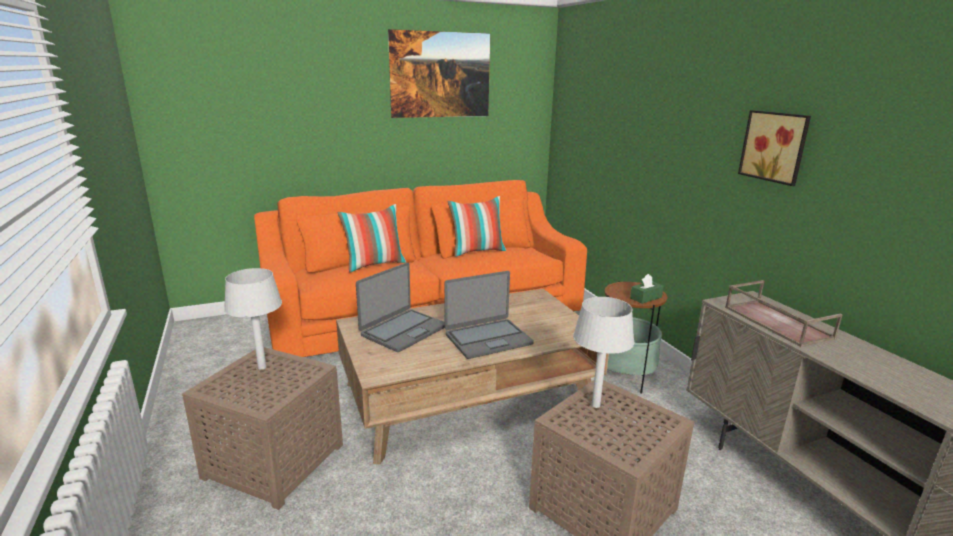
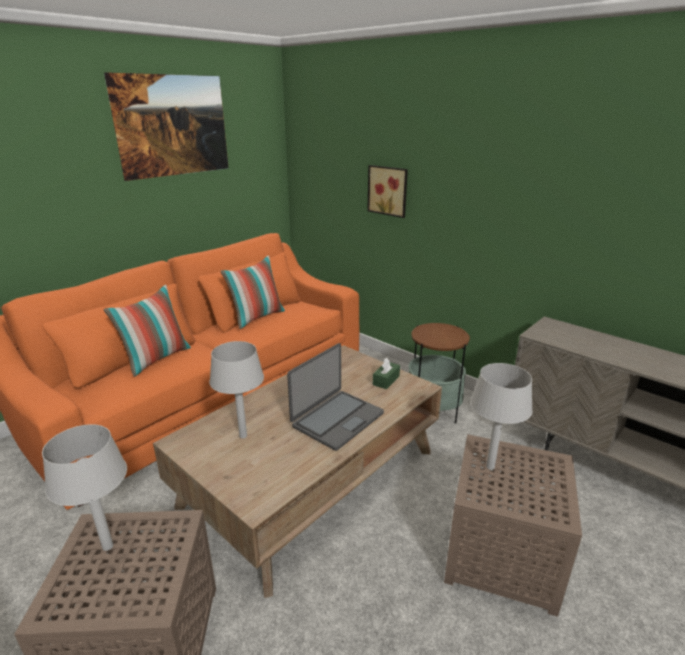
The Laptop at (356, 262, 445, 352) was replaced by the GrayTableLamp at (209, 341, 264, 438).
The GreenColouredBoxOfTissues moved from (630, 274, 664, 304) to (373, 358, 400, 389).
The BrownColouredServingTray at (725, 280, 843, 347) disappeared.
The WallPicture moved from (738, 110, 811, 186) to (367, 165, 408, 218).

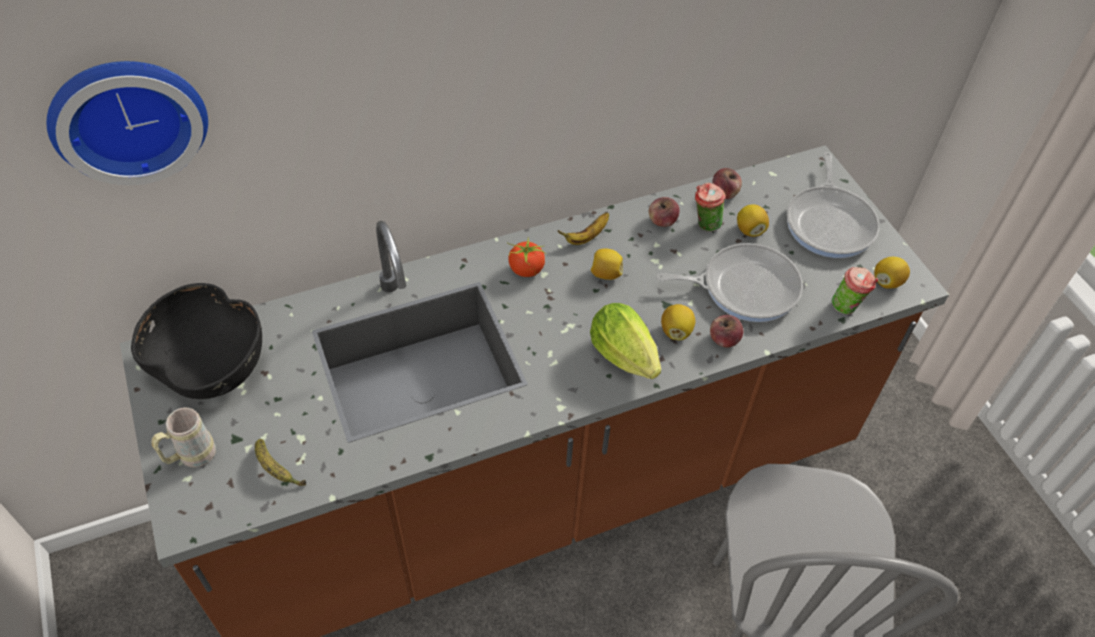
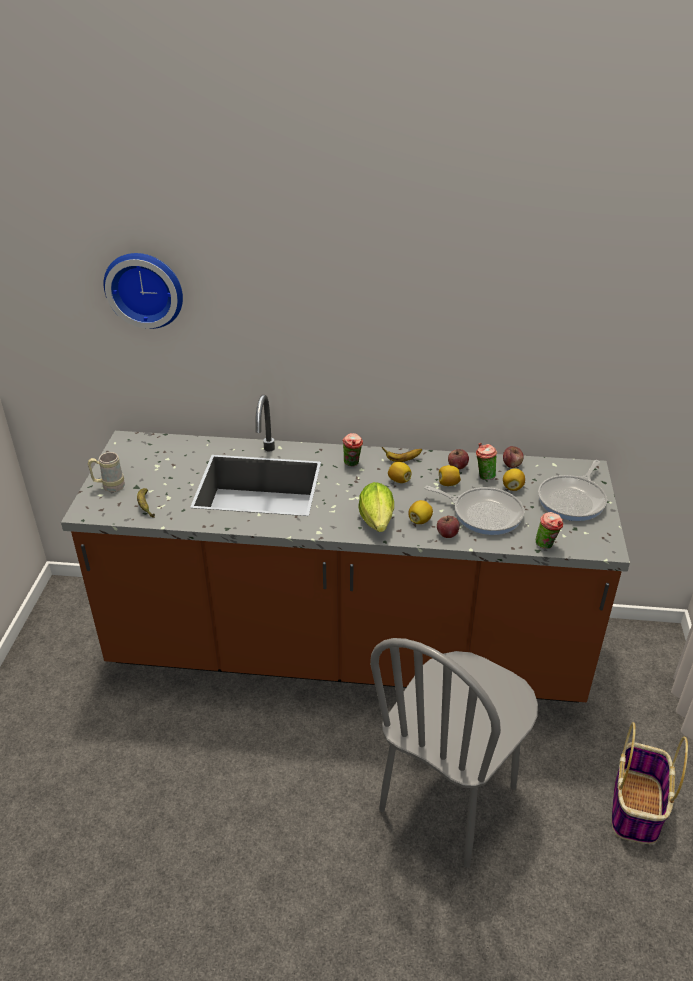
The BlackBowl at (131, 283, 262, 399) disappeared.
The WholeTomato at (508, 238, 546, 277) was replaced by the SmallCup at (343, 433, 363, 467).
The WholeLemon moved from (874, 257, 910, 289) to (439, 465, 461, 486).
The Basket at (612, 722, 688, 844) appeared.

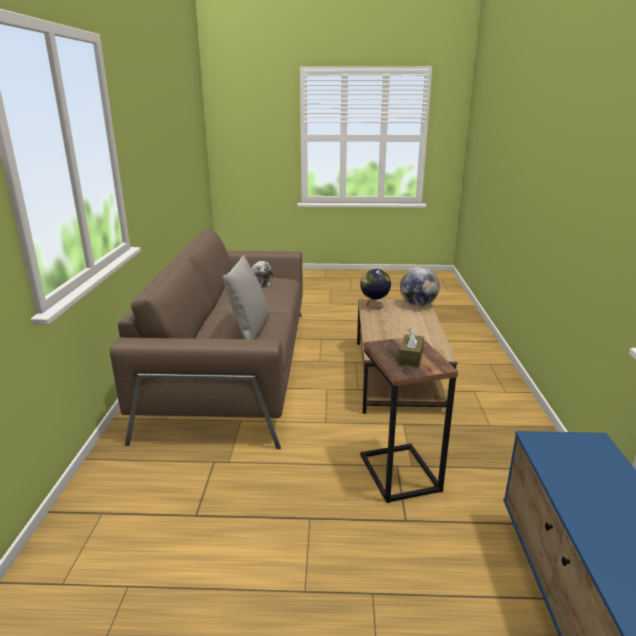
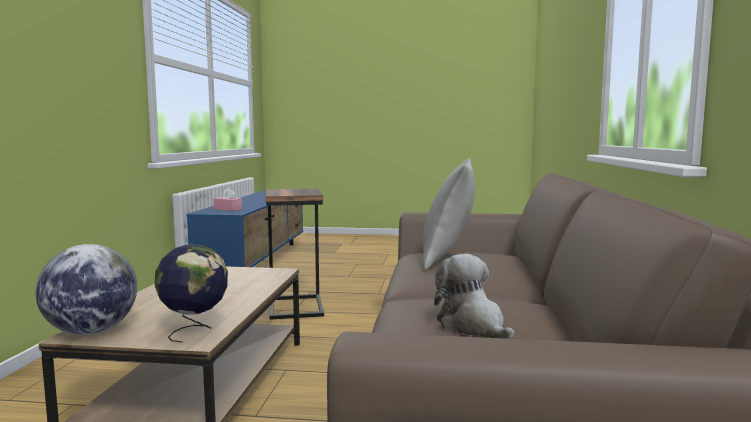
The BrownColouredBoxOfTissues at (399, 328, 424, 367) disappeared.
The PinkBoxOfTissues at (214, 188, 242, 211) appeared.

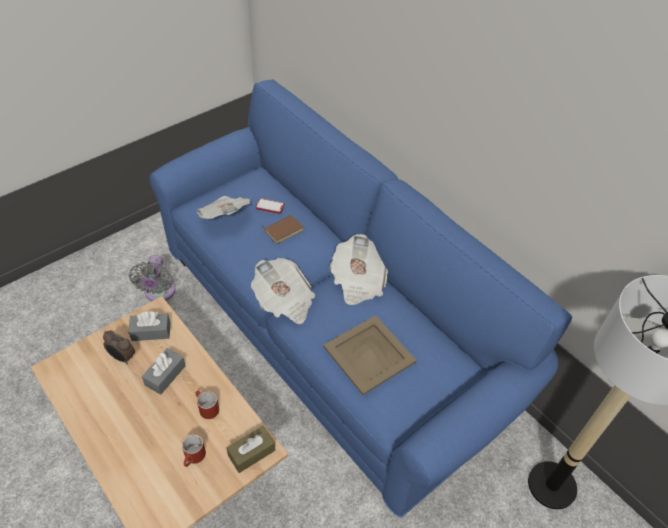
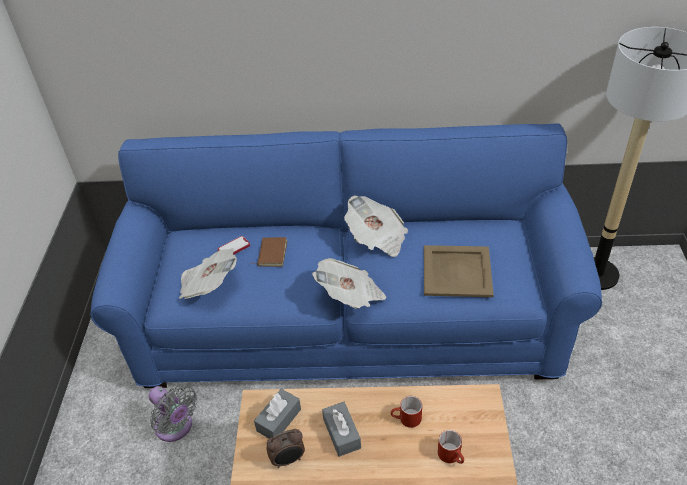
The BrownColouredBoxOfTissues at (227, 426, 275, 473) disappeared.

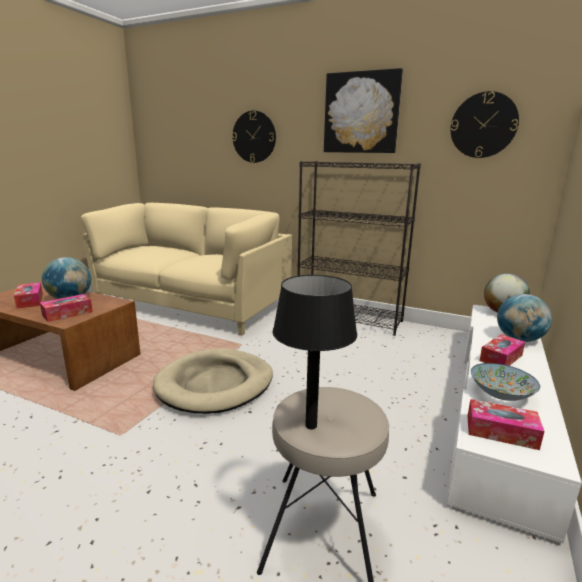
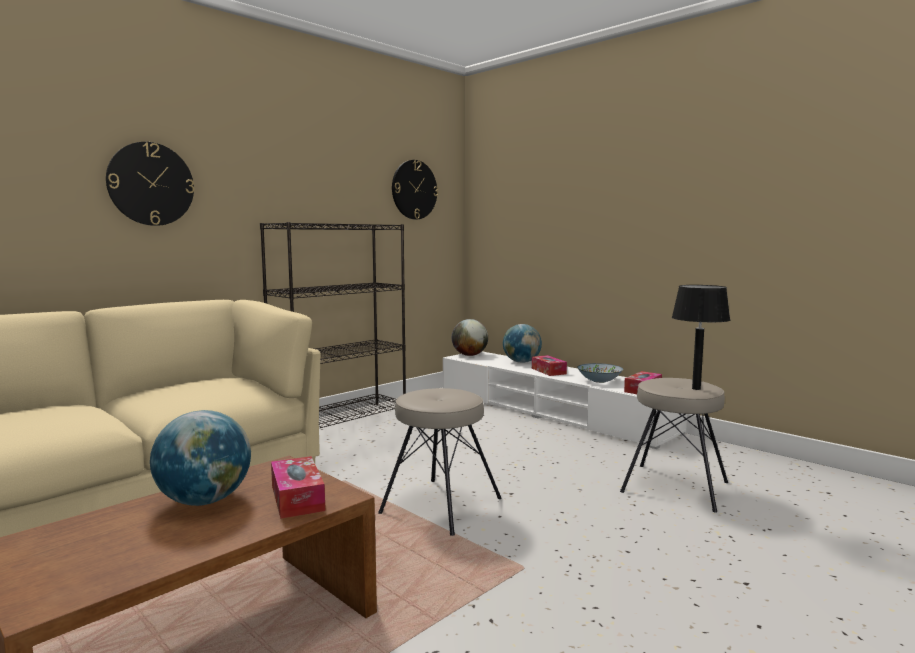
The BoxOfTissues at (14, 282, 43, 309) disappeared.
The BeigeColouredDogCushion at (153, 348, 273, 414) was replaced by the BeigeColouredStoolSeat at (378, 388, 502, 536).
The WallPicture at (324, 68, 403, 153) disappeared.

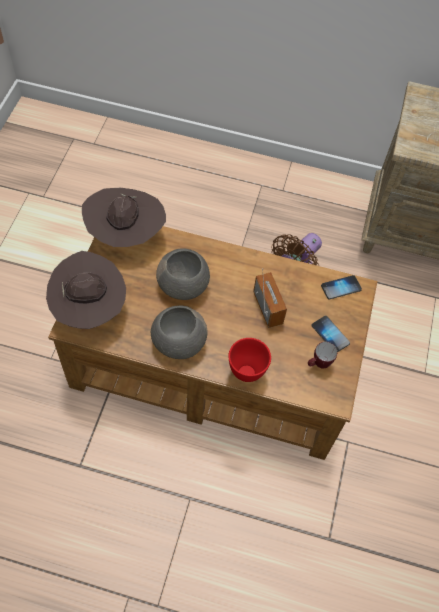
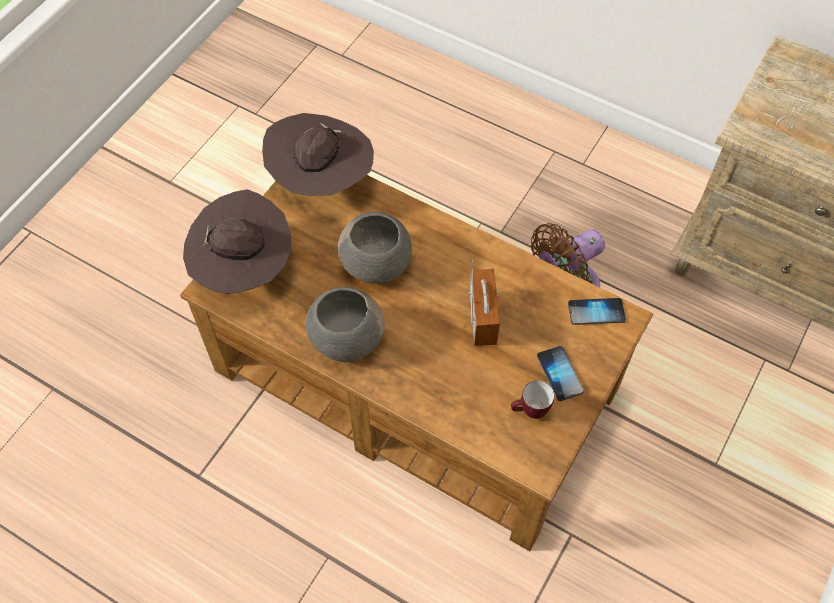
The RedColouredBowl at (228, 338, 271, 382) disappeared.

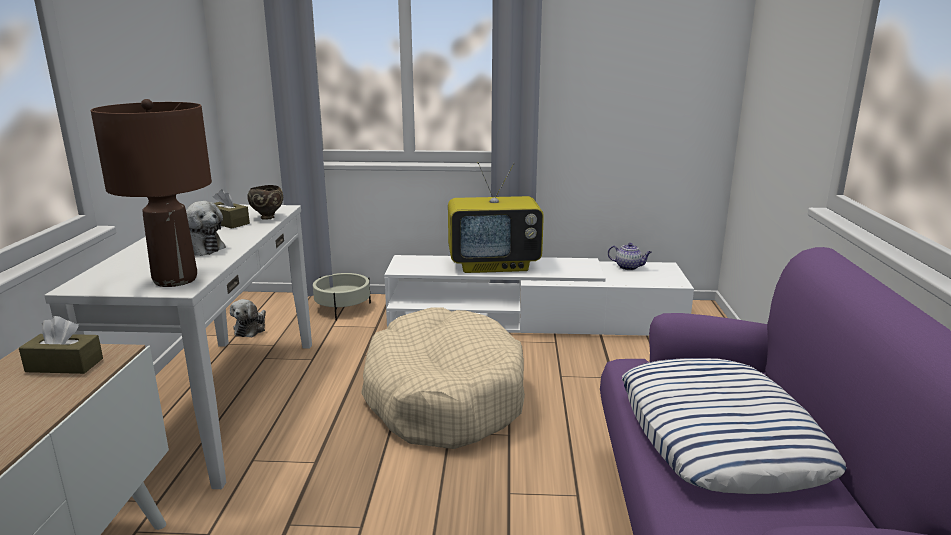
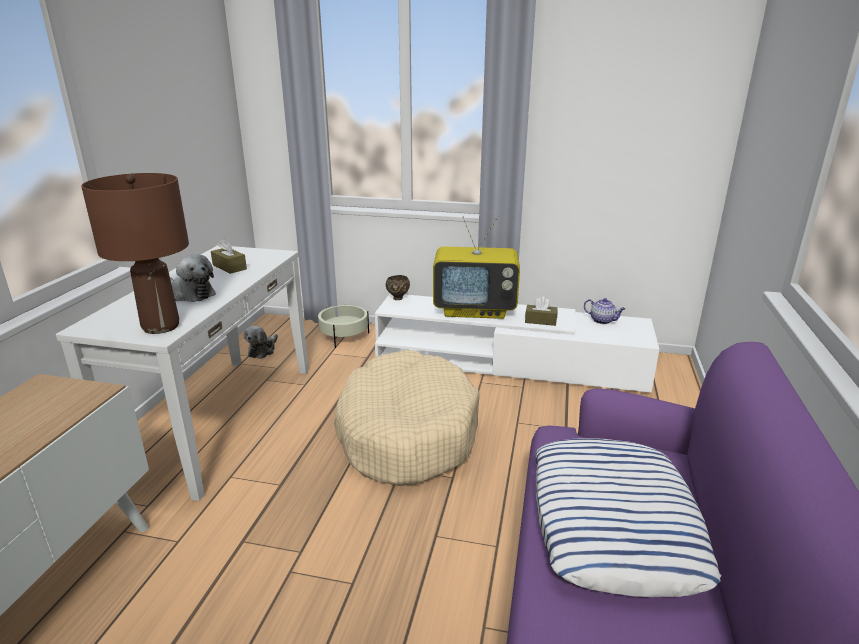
The BrownColouredBoxOfTissues moved from (19, 316, 103, 374) to (525, 297, 558, 326).
The BrownColouredBowl moved from (248, 185, 283, 220) to (386, 275, 410, 300).

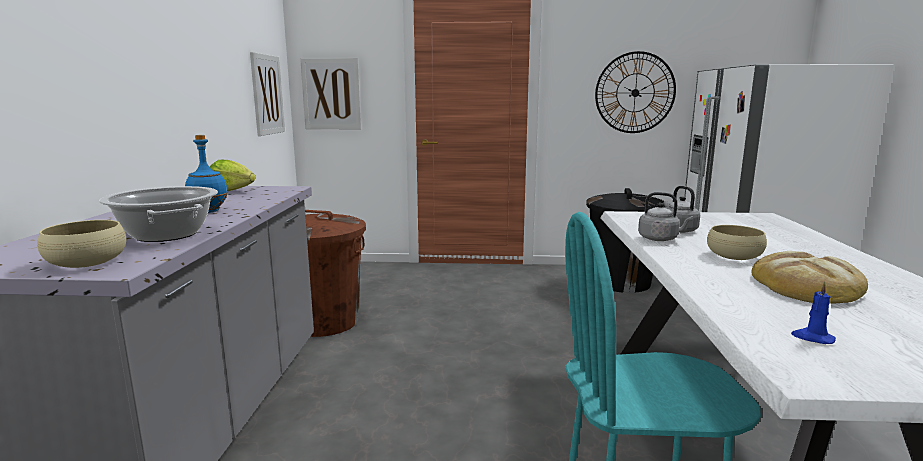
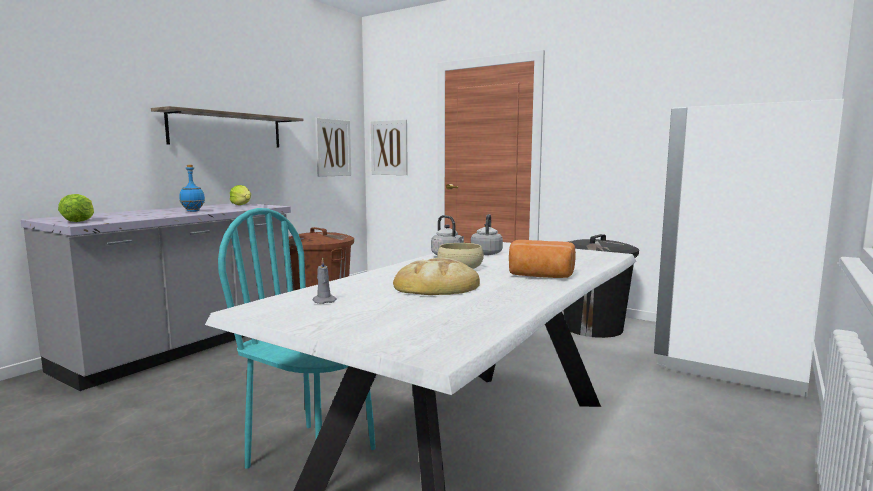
The BeigeColouredBowl at (37, 220, 126, 268) was replaced by the LettuceHead at (58, 194, 94, 222).
The Stockpot at (99, 186, 218, 242) disappeared.
The ClockOnTheWall at (595, 51, 676, 133) disappeared.
The BlueColouredWaxCandle at (791, 281, 836, 344) became the GrayWaxCandle at (313, 257, 337, 304).
The BracketShelf at (151, 106, 303, 148) appeared.
The BakeryBread at (509, 240, 576, 278) appeared.

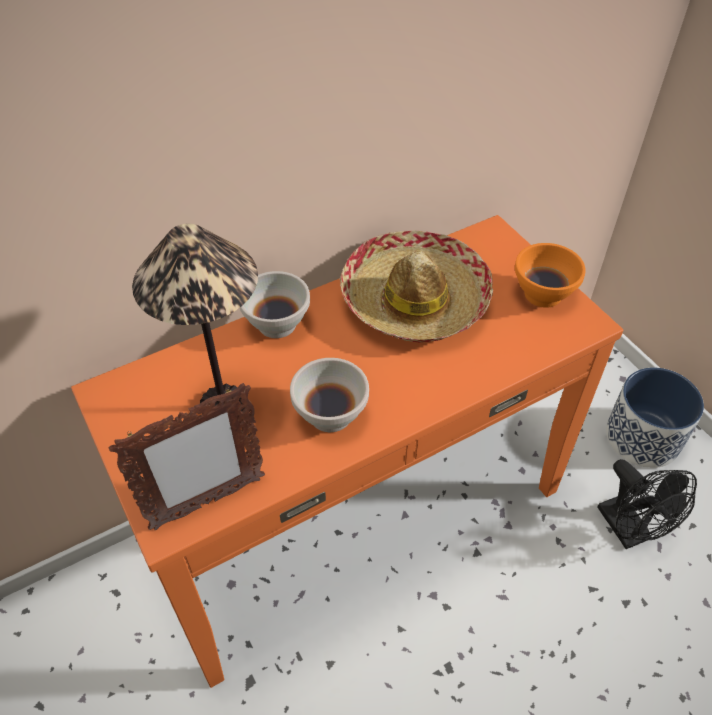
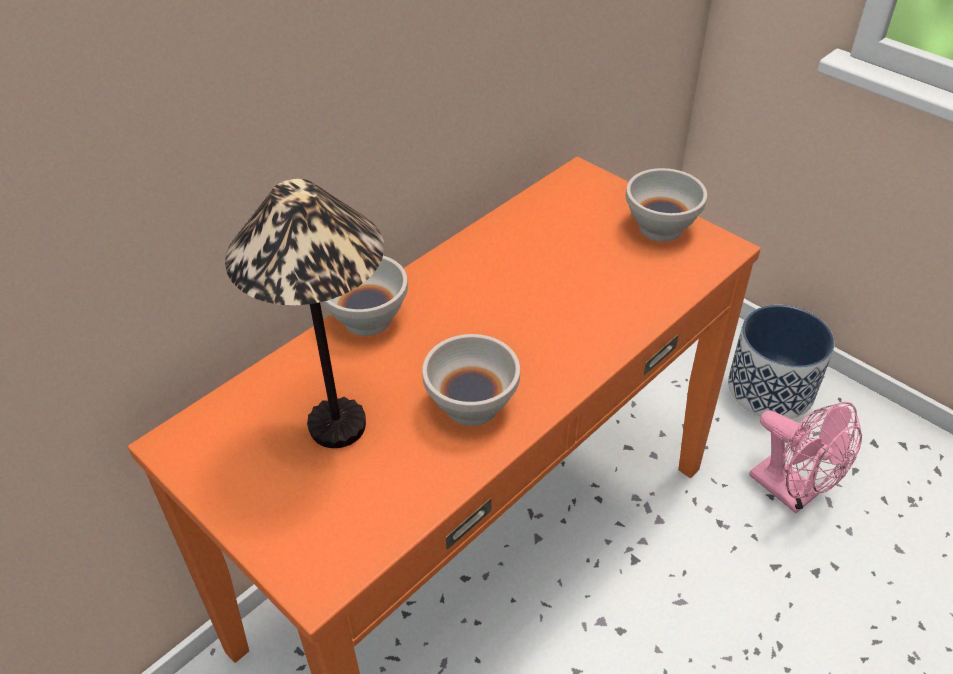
The PictureFrame at (109, 383, 265, 530) disappeared.
The WearableHat at (340, 231, 493, 343) disappeared.
The OrangeColouredBowl at (515, 243, 586, 308) became the WhiteBowl at (626, 168, 707, 242).
The BlackCoolingFan at (597, 459, 697, 549) became the PinkCoolingFan at (749, 402, 862, 513).

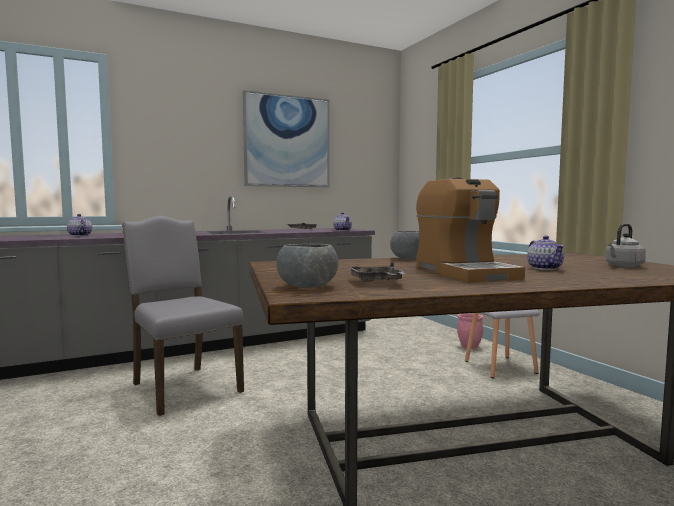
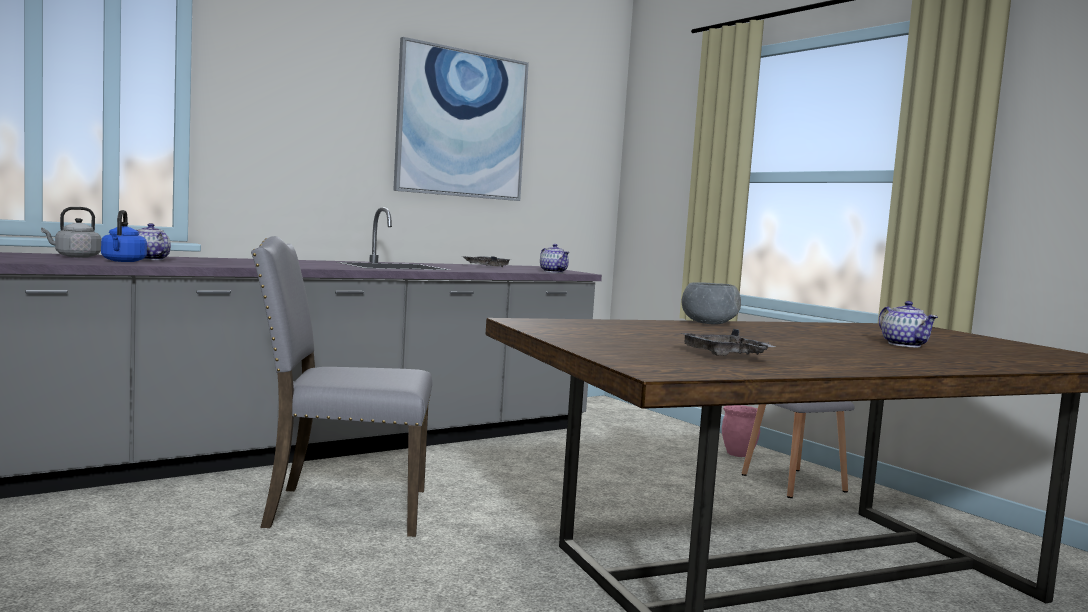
The GrayChair at (122, 216, 244, 416) turned 45 degrees counterclockwise.
The GrayBowl at (276, 244, 338, 288) disappeared.
The CoffeeBrewer at (416, 178, 525, 283) disappeared.
The GrayWaterKettle moved from (606, 224, 646, 267) to (41, 207, 101, 258).
The BlueColouredWaterKettle at (101, 210, 147, 262) appeared.

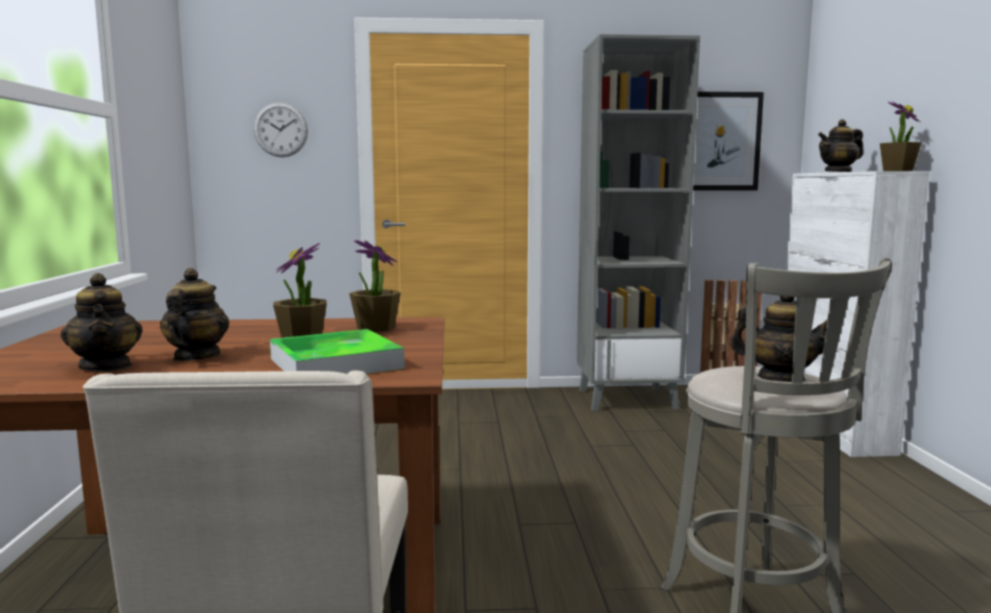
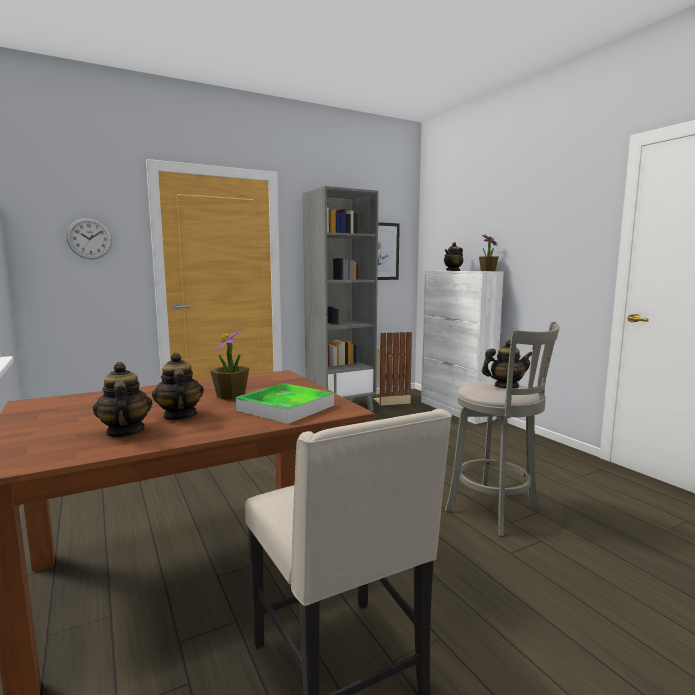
The PotForTea at (61, 273, 142, 371) turned 150 degrees counterclockwise.
The PlantInAPot at (349, 240, 401, 332) disappeared.

